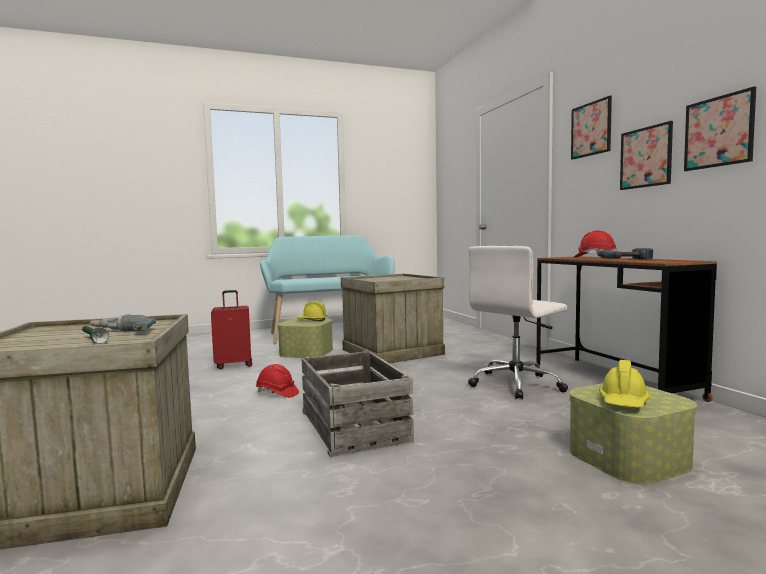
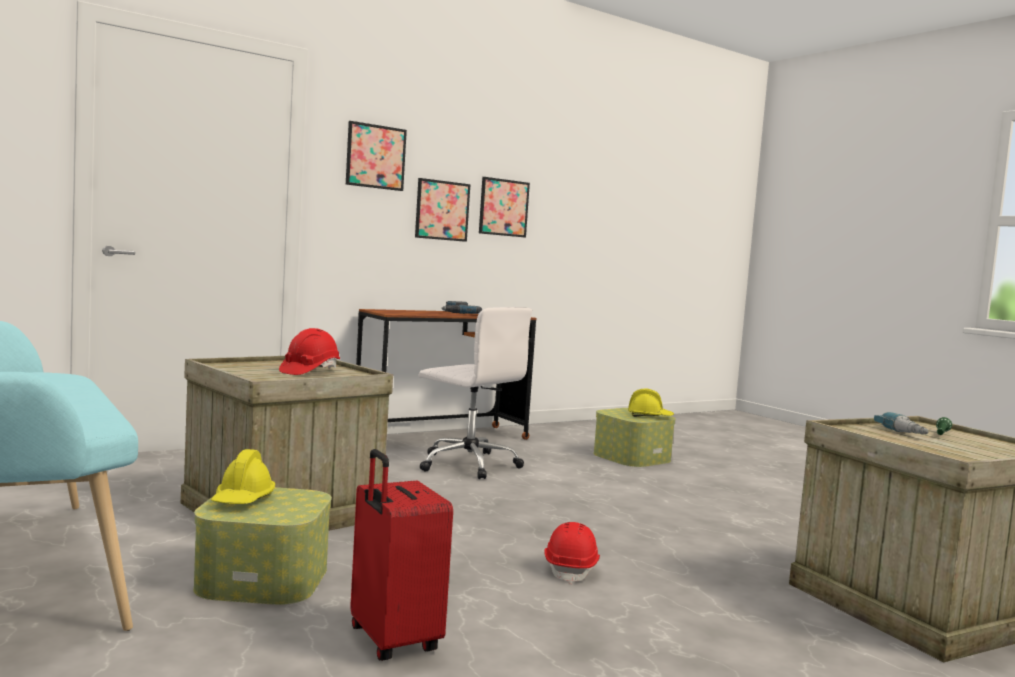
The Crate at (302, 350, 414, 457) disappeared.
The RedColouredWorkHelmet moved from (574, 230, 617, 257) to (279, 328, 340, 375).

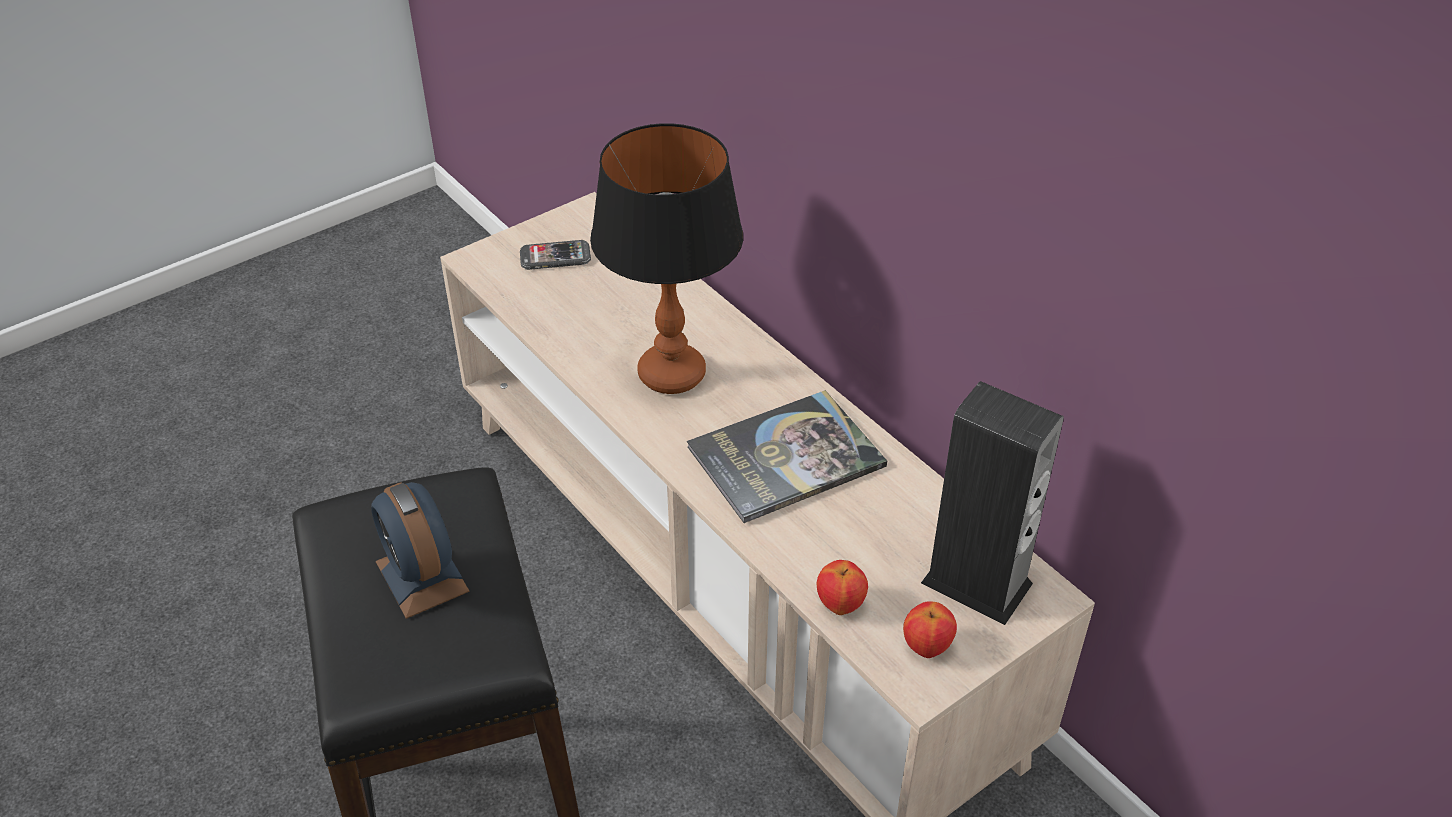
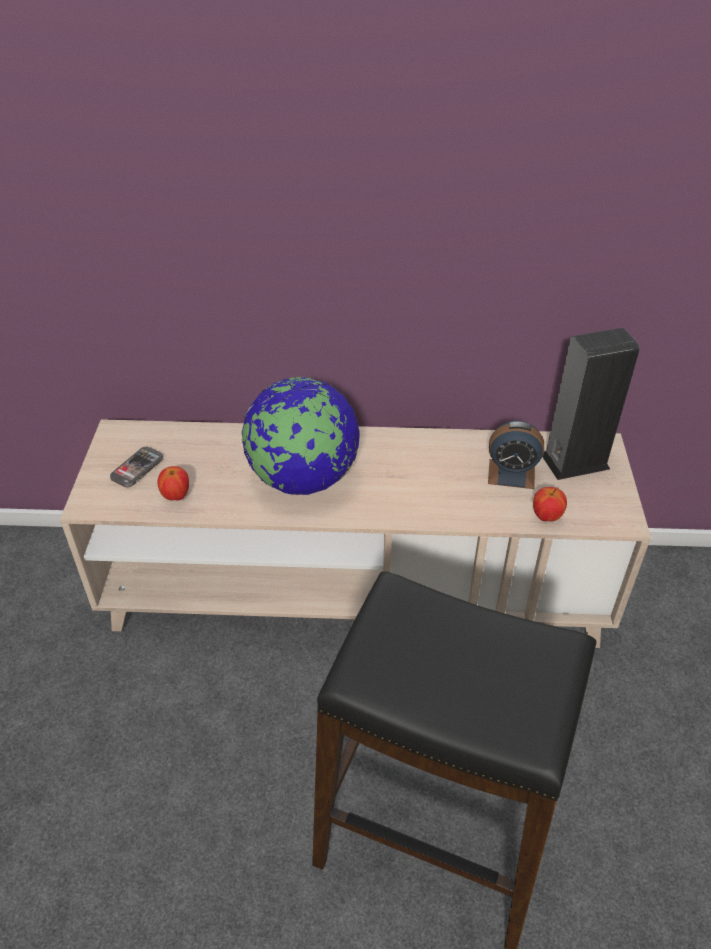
The TableClock moved from (371, 482, 470, 619) to (488, 421, 544, 489).
The TableLamp at (590, 123, 743, 394) was replaced by the WorldGlobe at (241, 377, 360, 495).
The Book at (687, 390, 887, 523) disappeared.
The AppleFruit moved from (903, 601, 957, 658) to (157, 466, 189, 501).

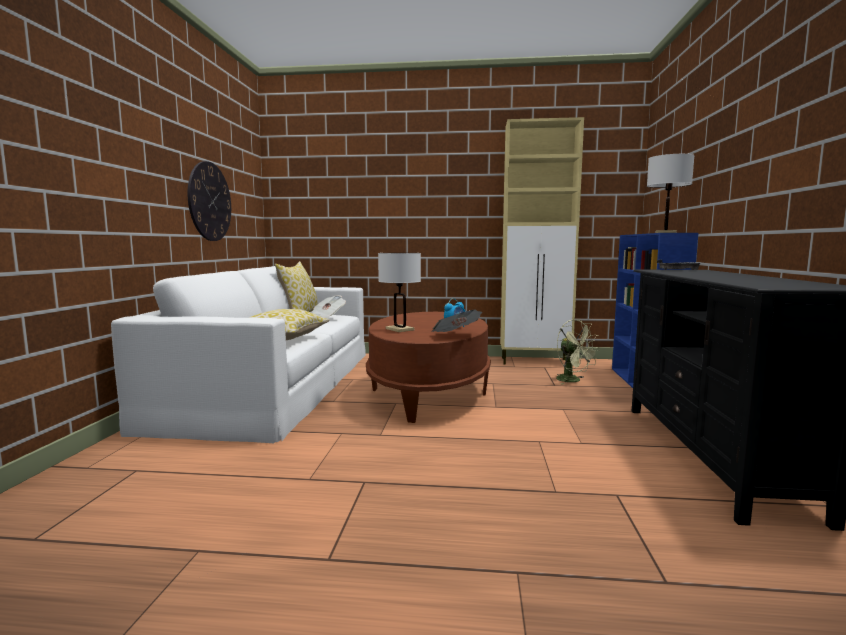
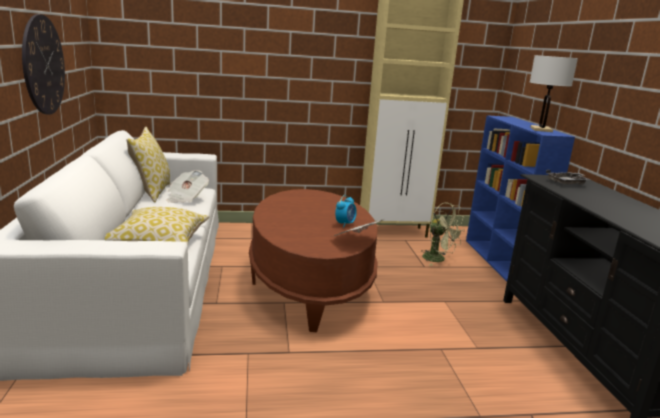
The WhiteTableLamp at (378, 253, 421, 332) disappeared.

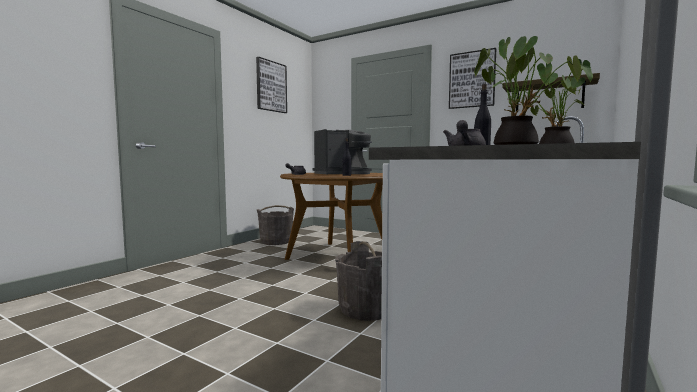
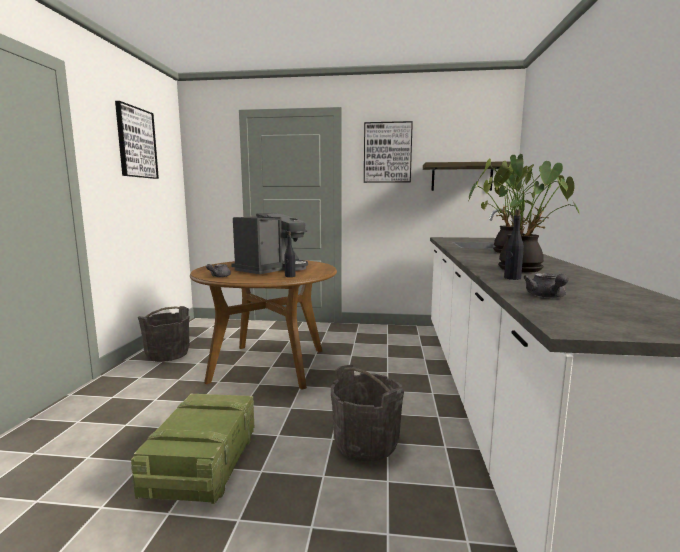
The Crate at (131, 394, 254, 504) appeared.

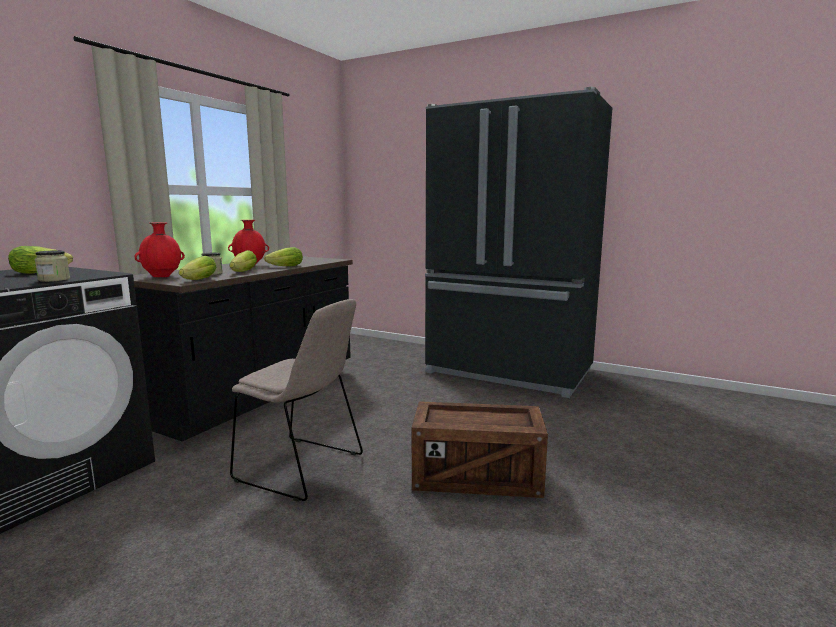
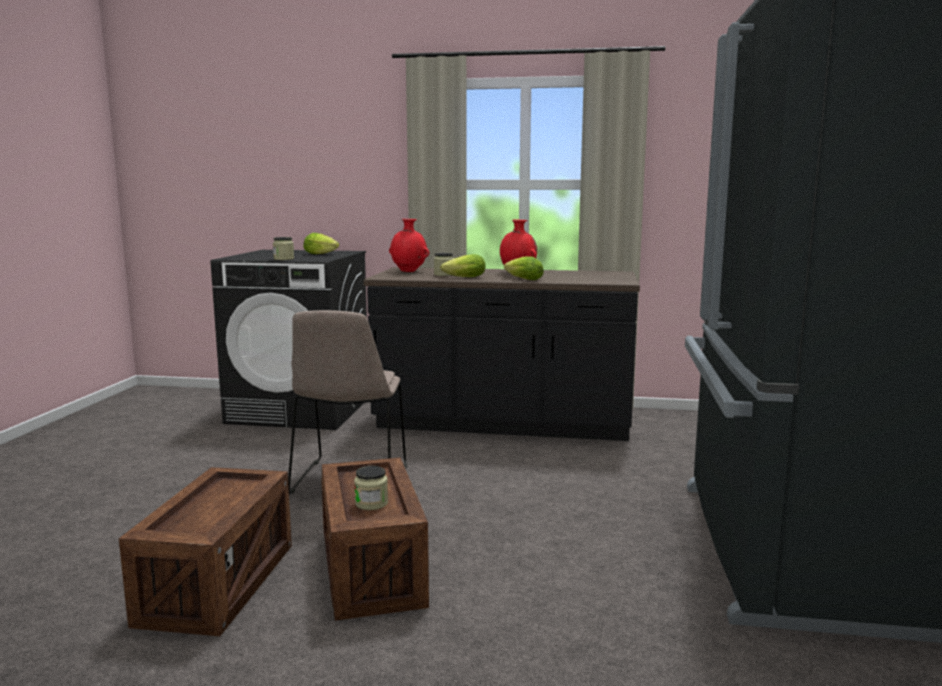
The LettuceHead at (179, 256, 217, 280) disappeared.
The Crate at (119, 467, 292, 636) appeared.
The StorageJar at (354, 466, 388, 510) appeared.

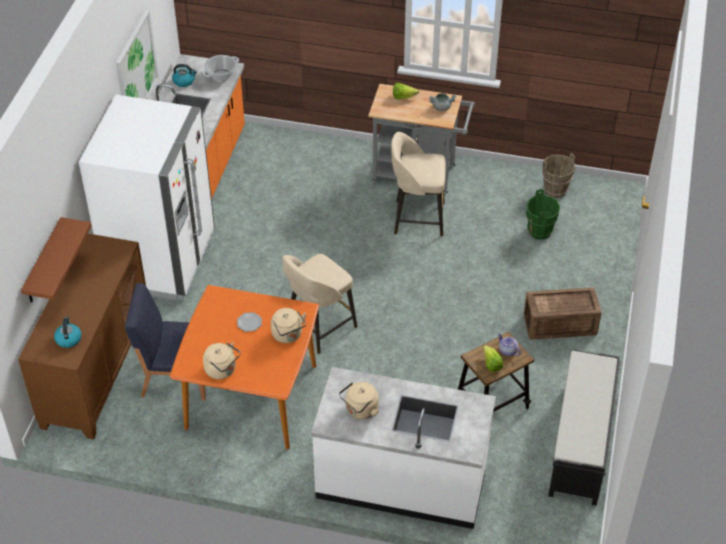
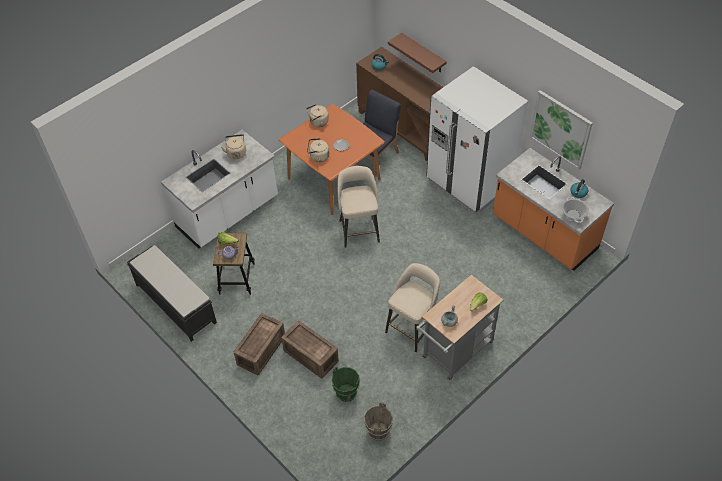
The Crate at (281, 321, 339, 379) appeared.

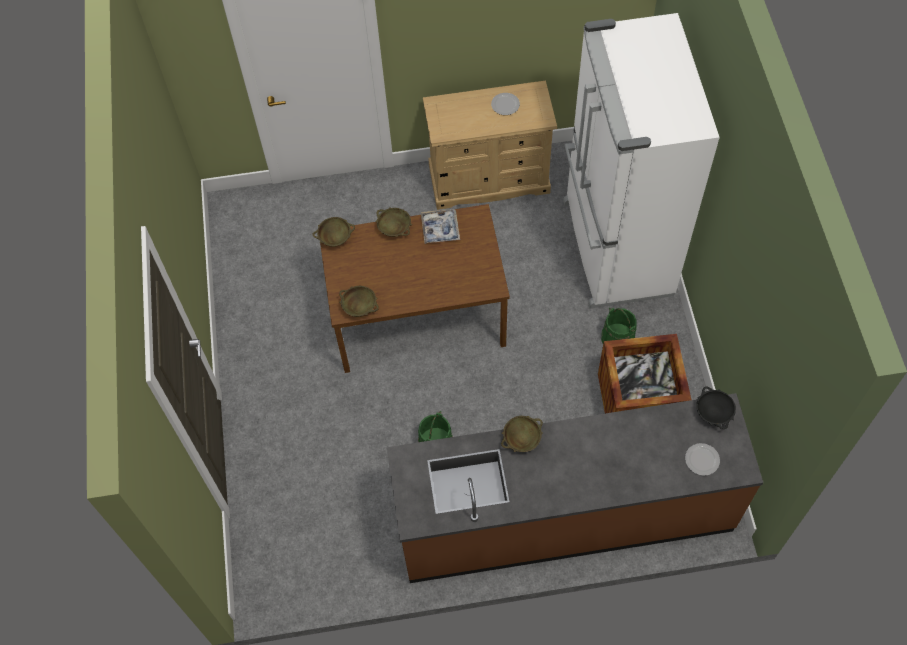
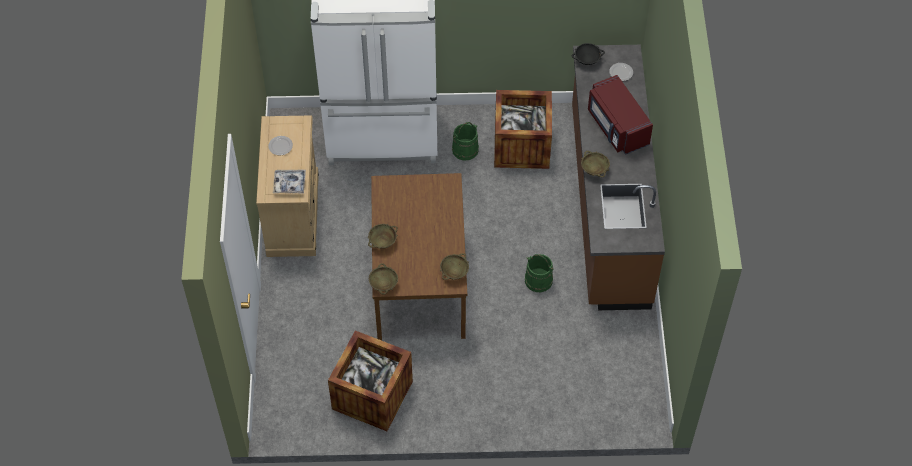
The ServingTray moved from (421, 209, 460, 244) to (273, 170, 306, 194).
The Crate at (328, 330, 413, 431) appeared.
The RedColouredKitchenMicrowave at (588, 75, 653, 155) appeared.

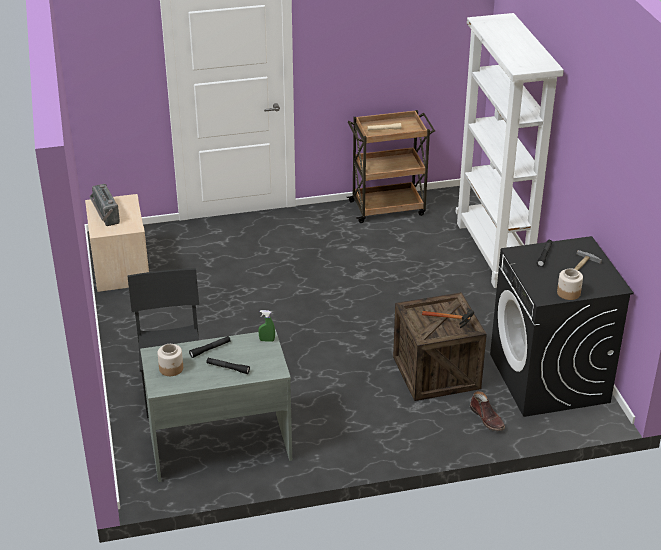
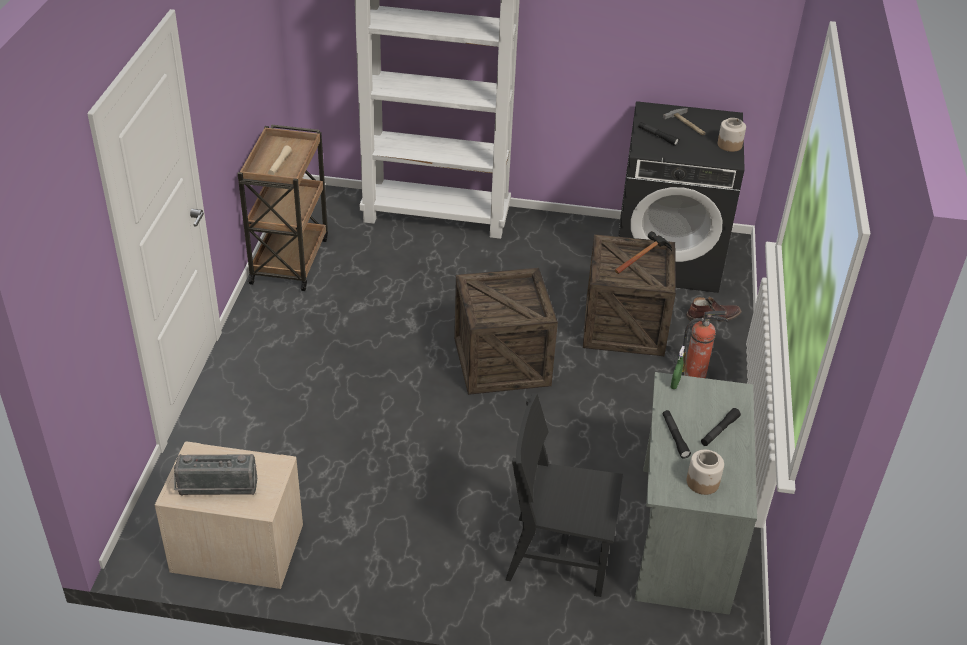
The Crate at (454, 268, 558, 395) appeared.
The FireExtinguisher at (682, 311, 728, 378) appeared.

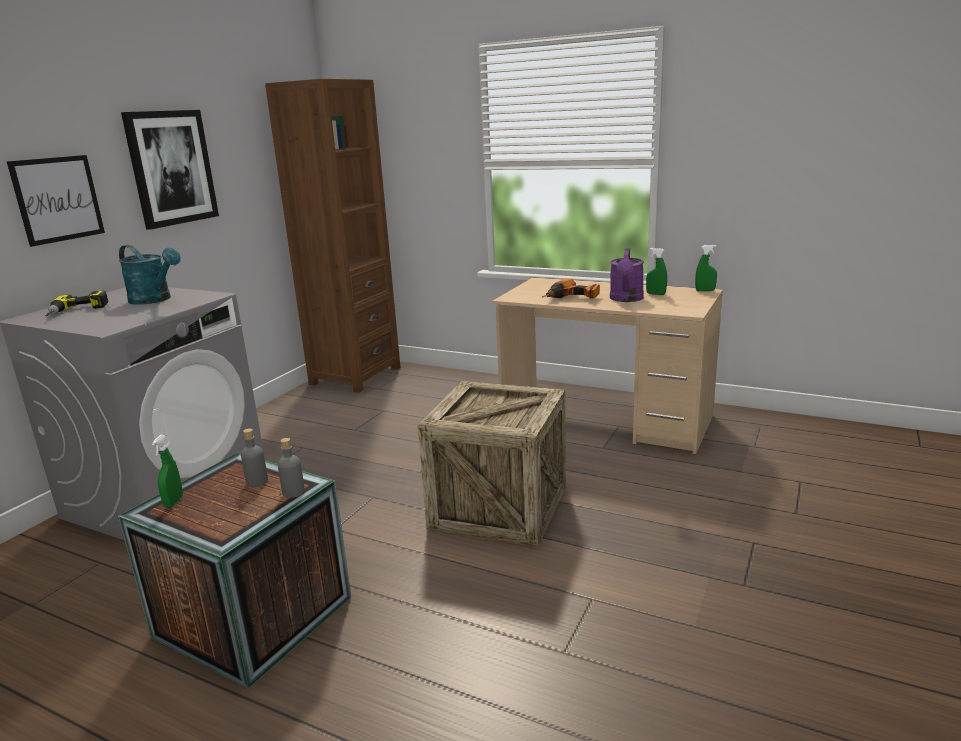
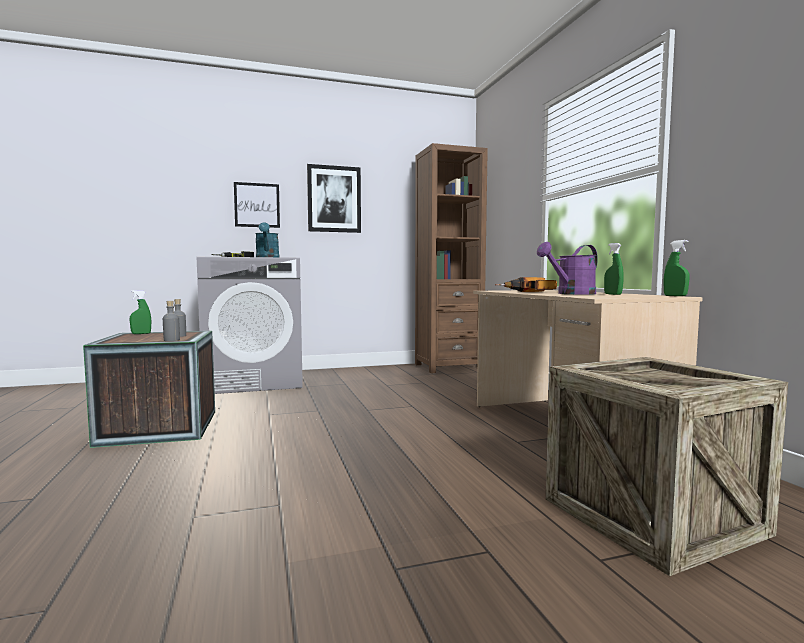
The Crate moved from (418, 381, 566, 547) to (546, 357, 788, 576).

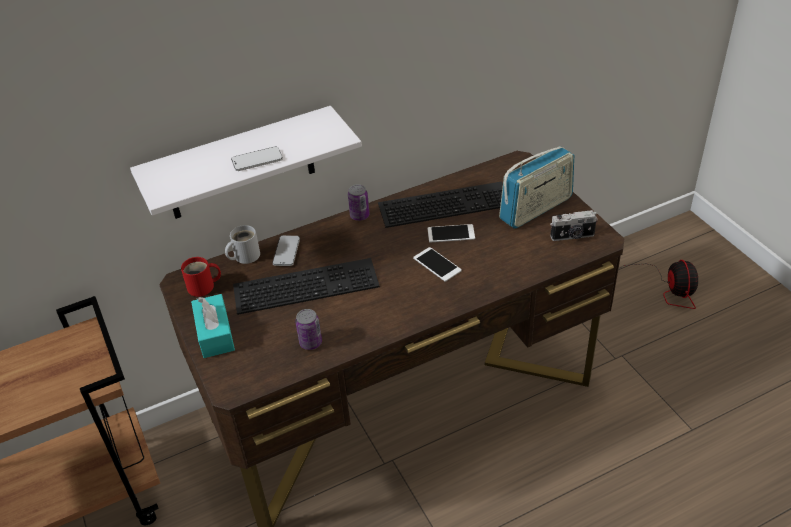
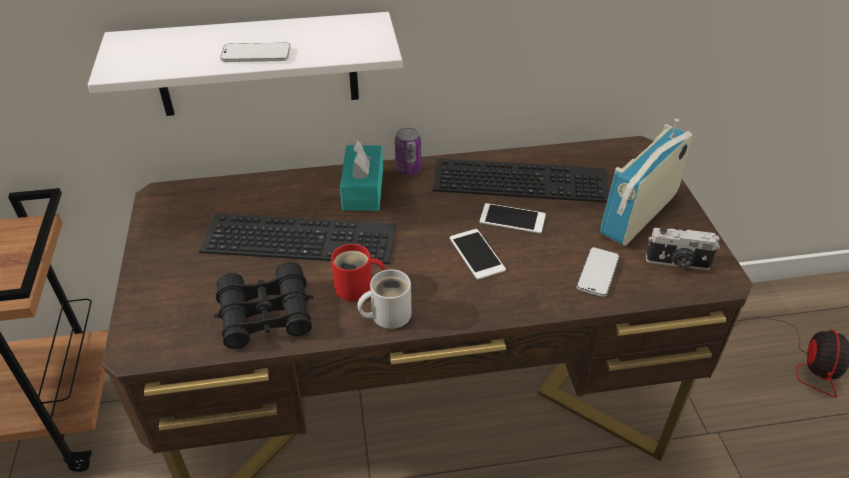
The RedColouredMug moved from (181, 257, 221, 297) to (331, 244, 385, 301).
The TurquoiseColouredBoxOfTissues moved from (191, 294, 235, 358) to (340, 140, 383, 211).
The WhiteMug moved from (225, 225, 260, 264) to (357, 269, 411, 329).
The Telephone moved from (272, 235, 300, 266) to (577, 247, 619, 297).
The MetalCan at (295, 309, 322, 350) was replaced by the BlackBinoculars at (214, 262, 313, 349).
The Radio at (499, 146, 574, 229) turned 150 degrees clockwise.

